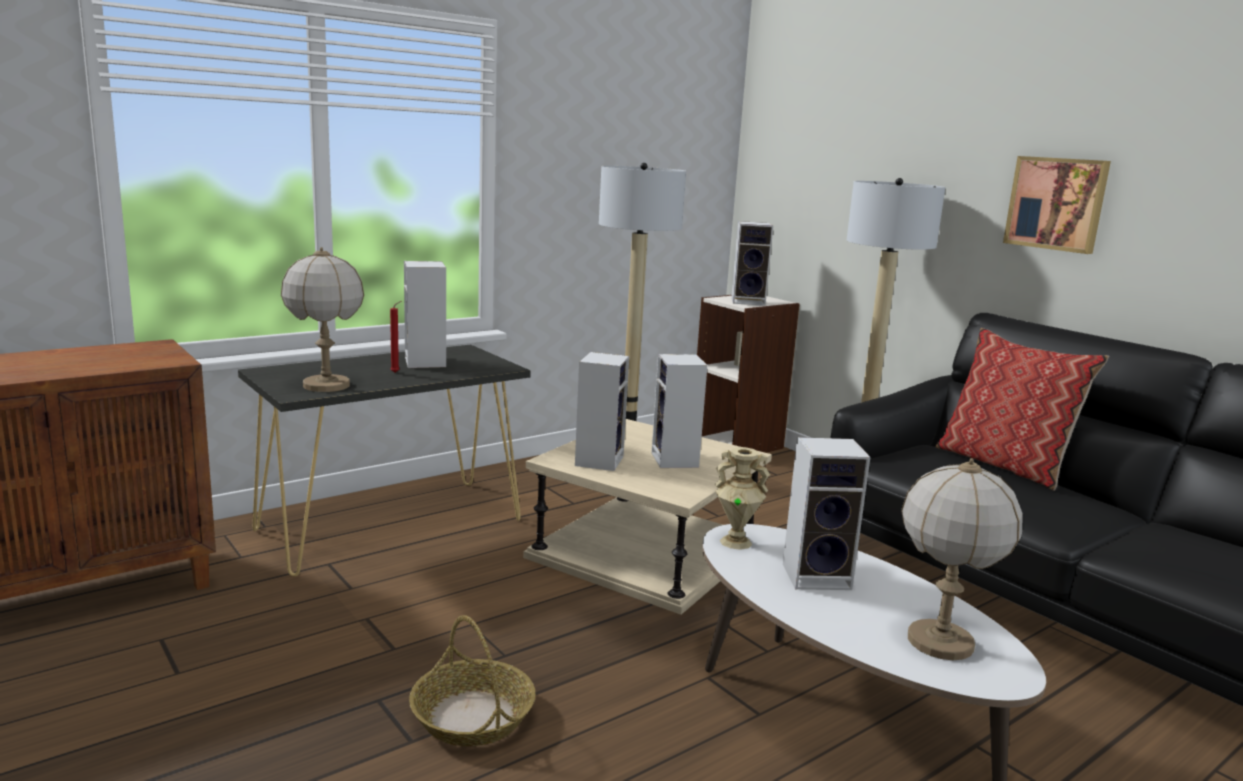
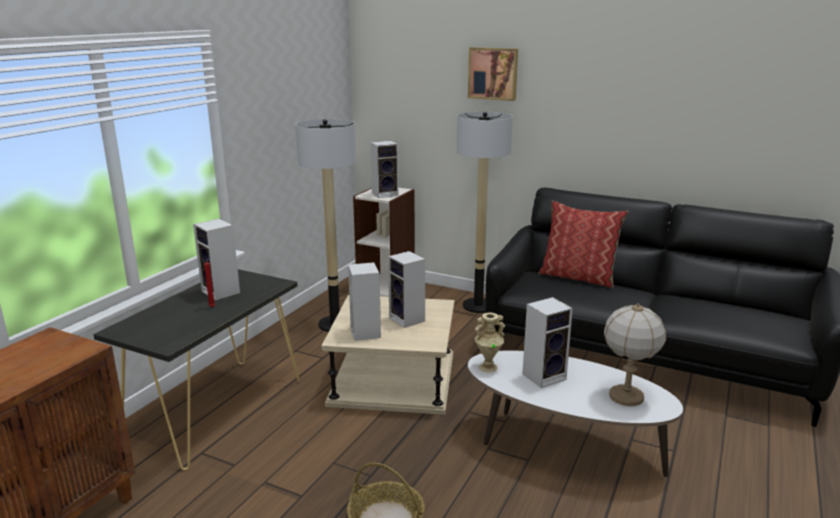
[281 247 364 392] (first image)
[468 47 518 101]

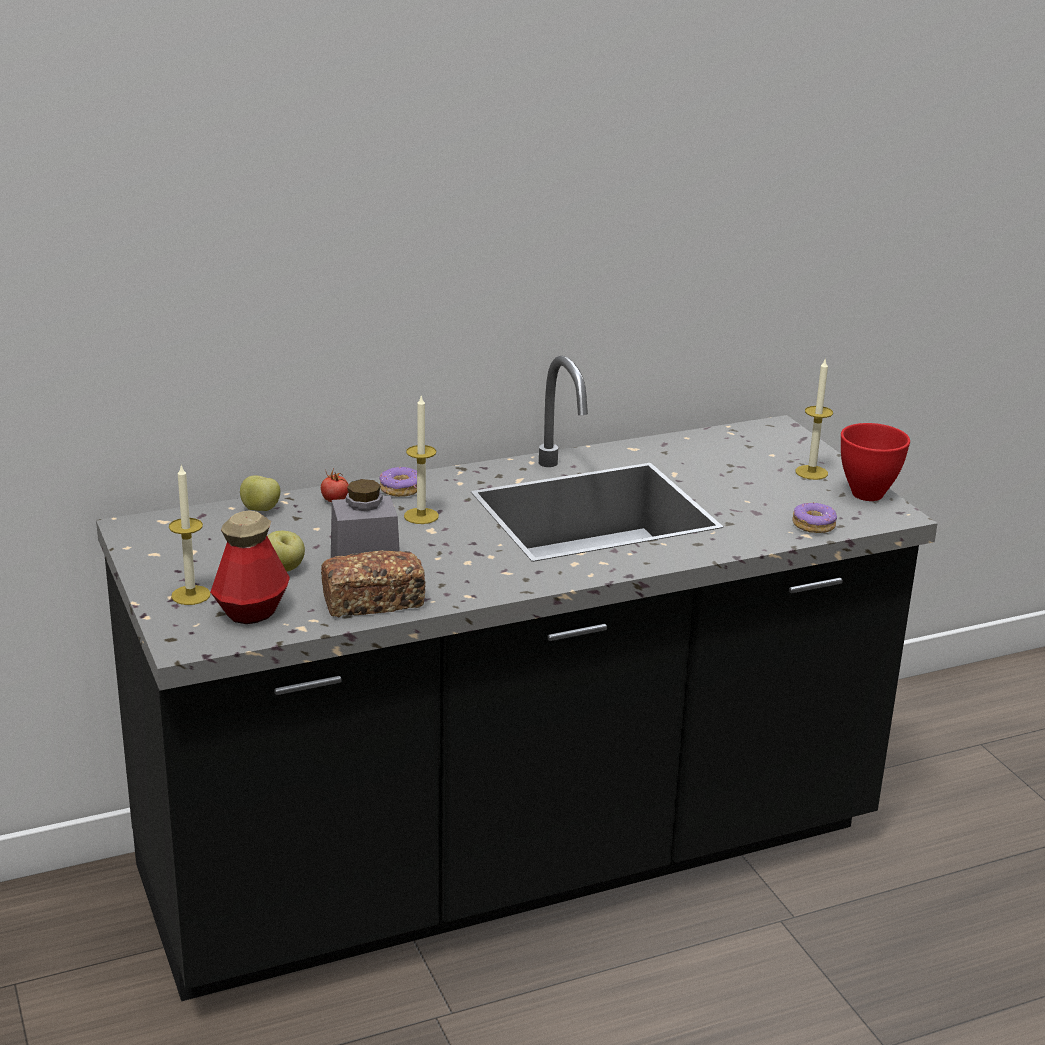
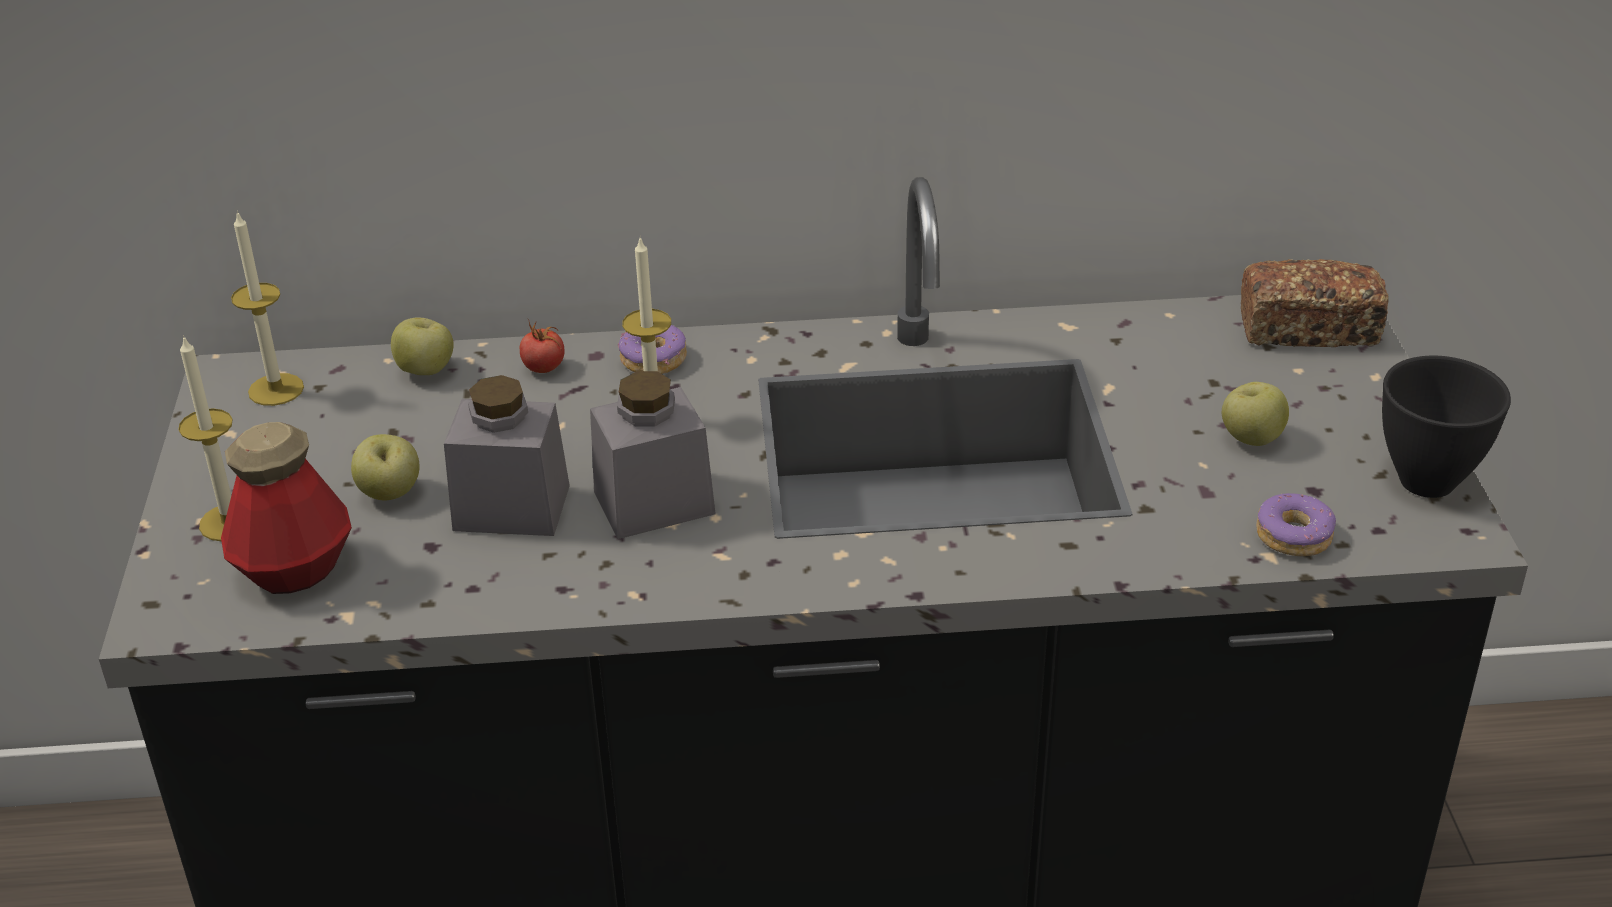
[1241 259 1389 347]
[231 211 304 406]
[1382 356 1511 498]
[590 371 716 539]
[1222 382 1289 446]

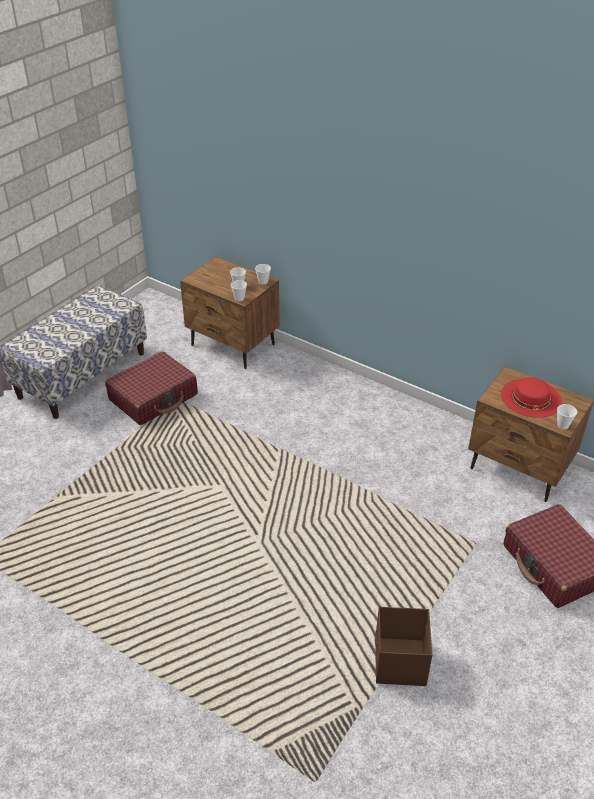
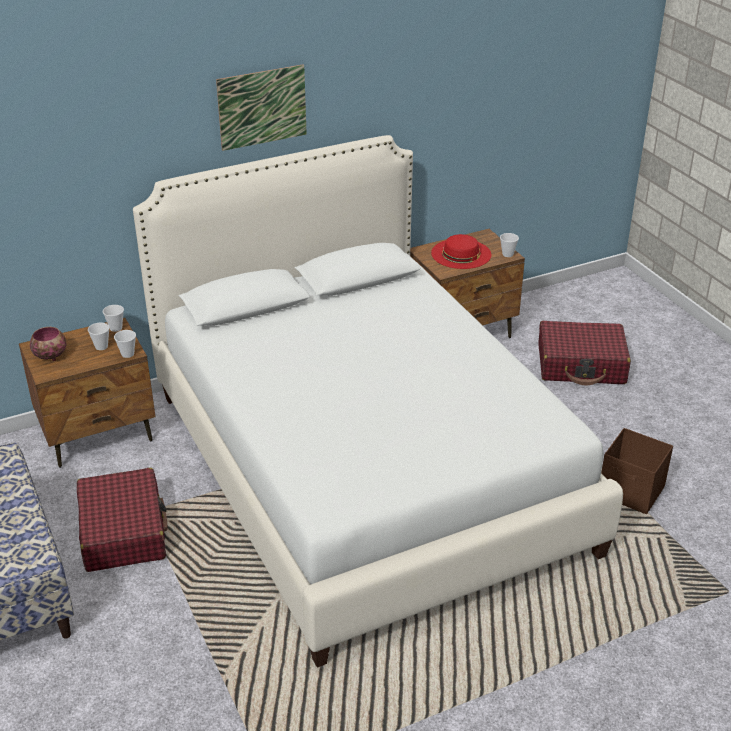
[30 327 67 361]
[133 135 623 667]
[216 64 307 151]

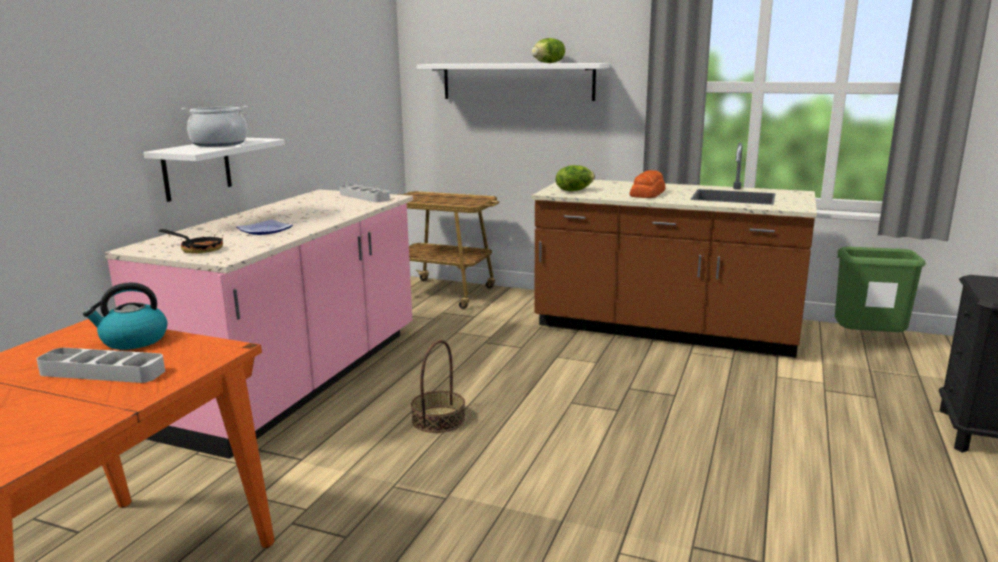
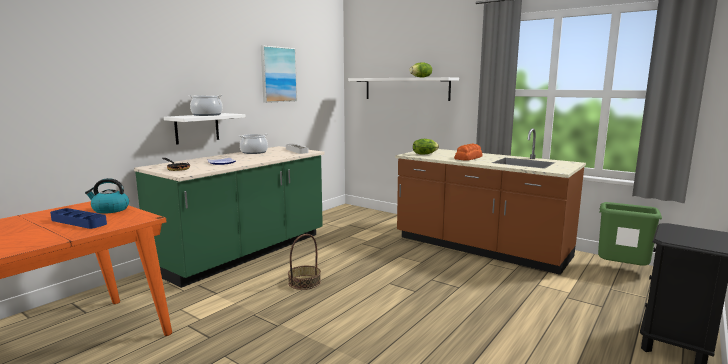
[50 208 107 229]
[134 146 325 288]
[396 191 499 309] (first image)
[239 134 268 154]
[261 45 297 103]

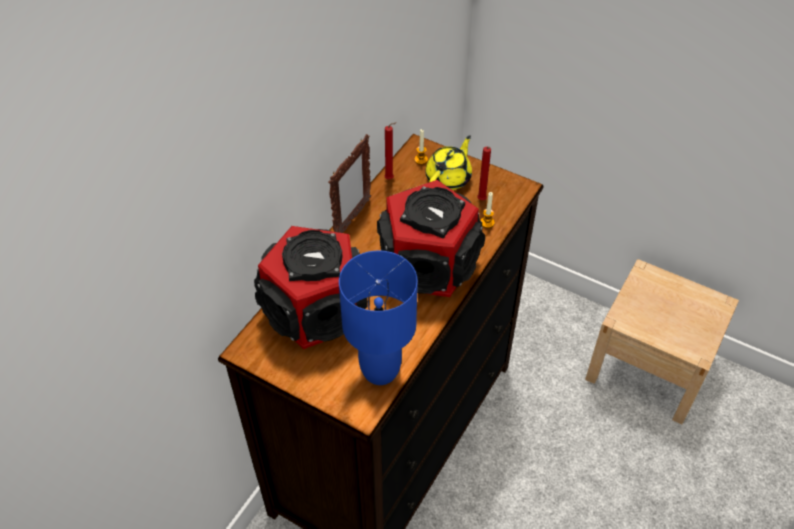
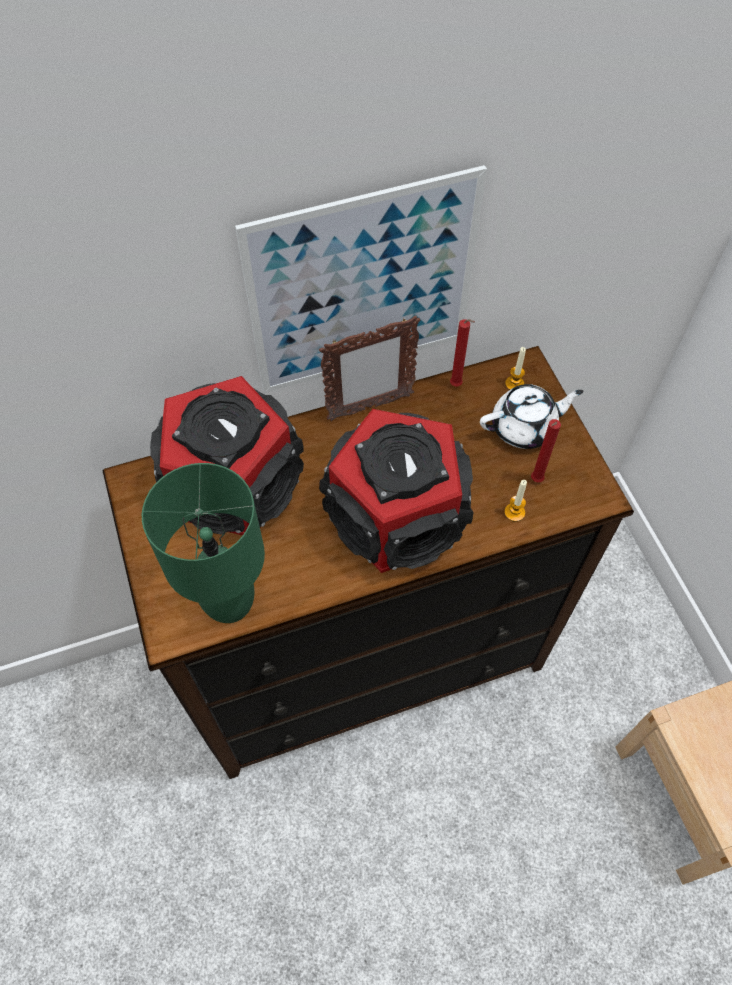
[142 463 265 623]
[480 384 584 449]
[235 165 487 393]

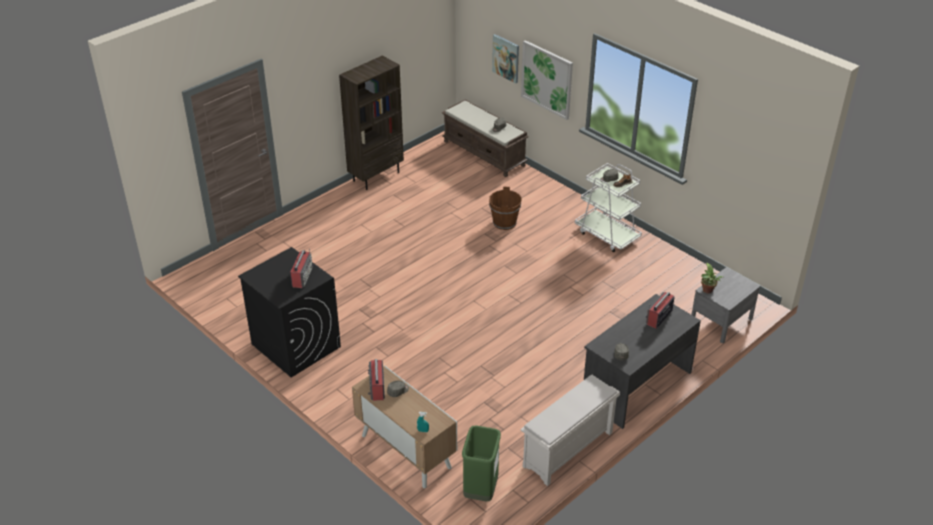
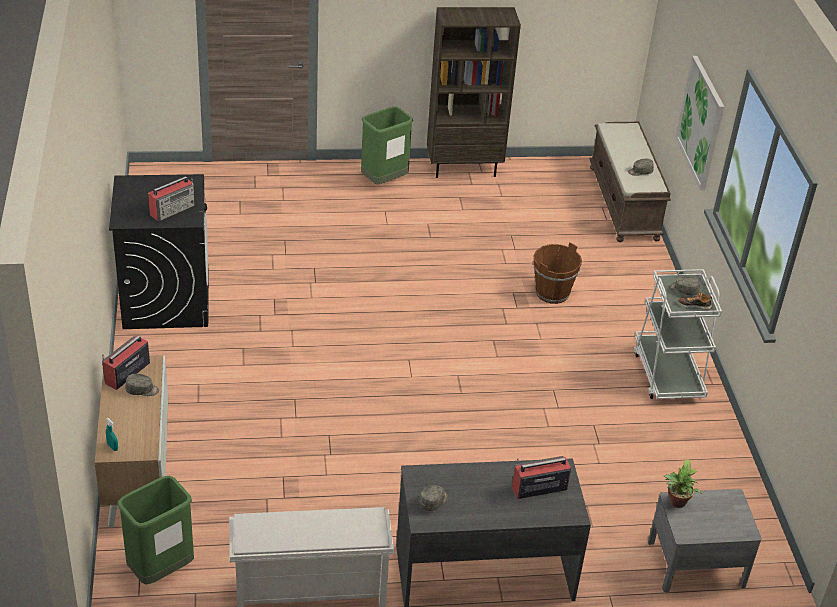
[492 34 519 83] (first image)
[361 107 413 184]

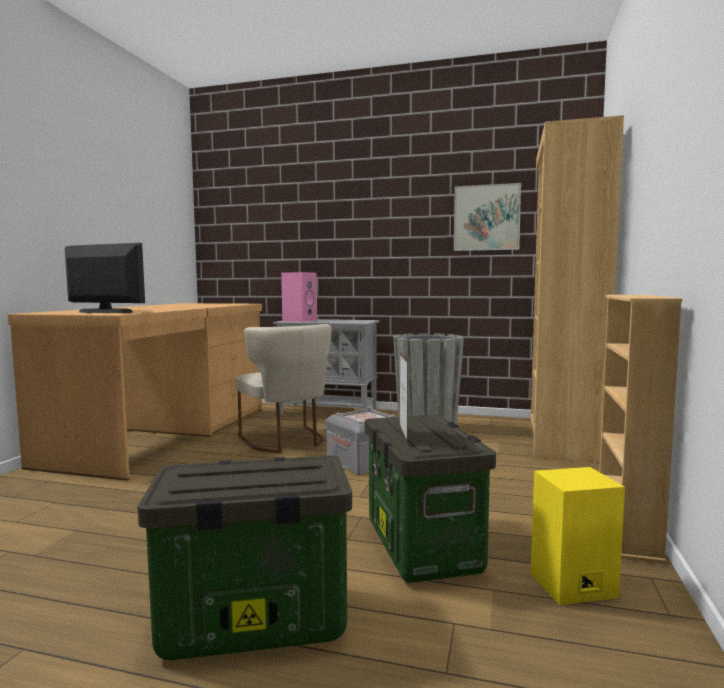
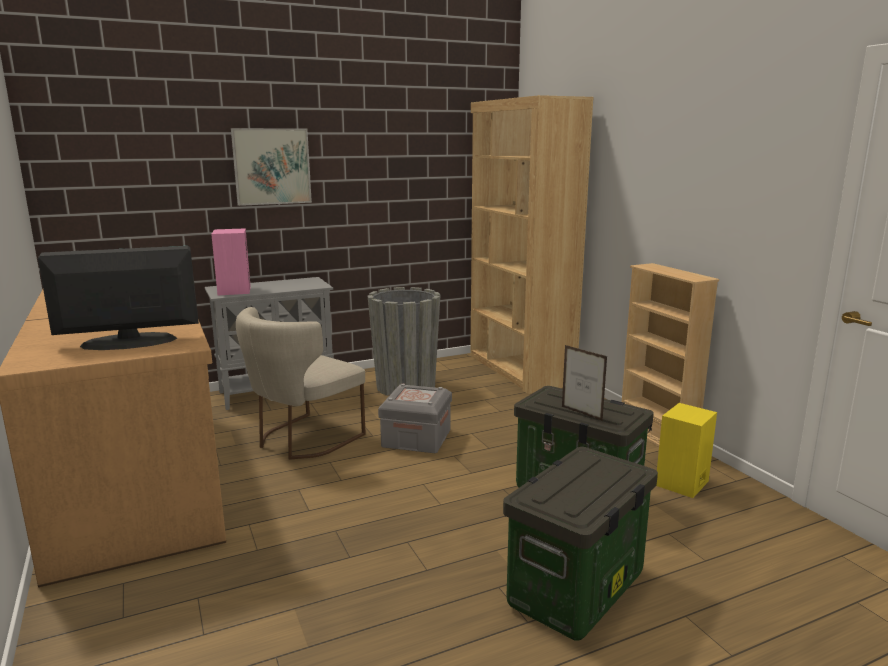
[236 307 366 460]
[231 128 312 206]

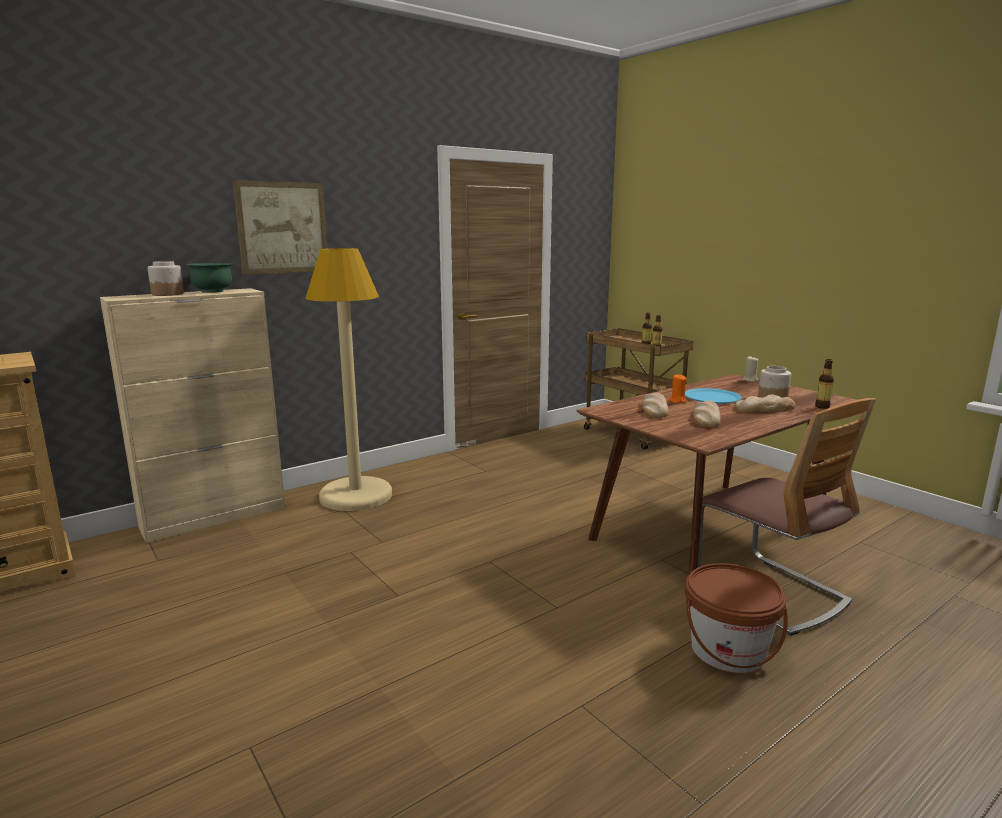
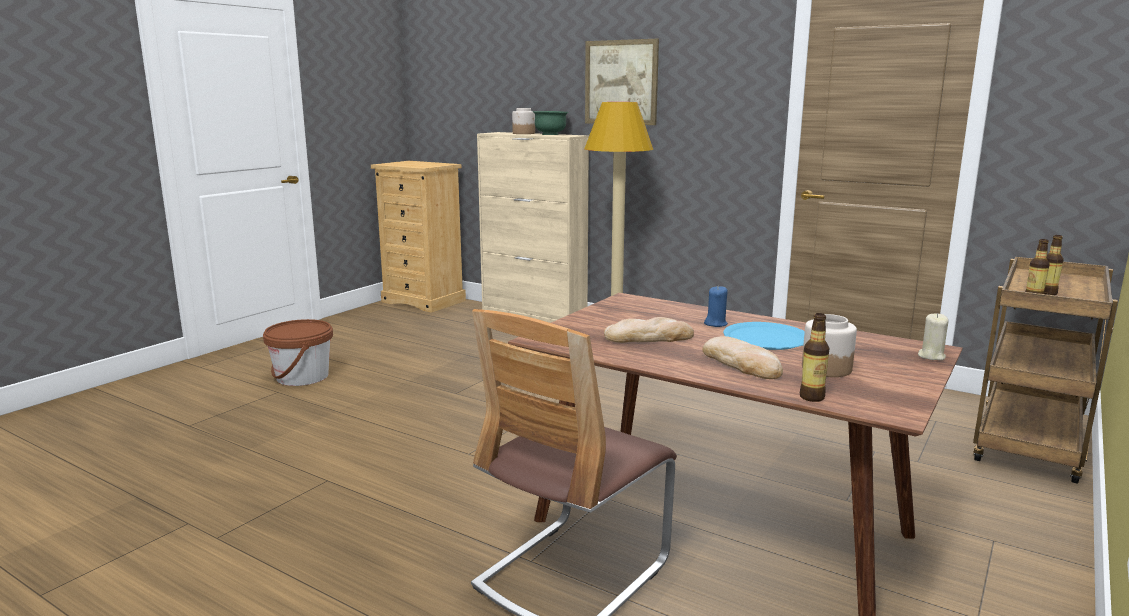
[642 393 669 418] (first image)
[704 286 728 327]
[263 319 333 386]

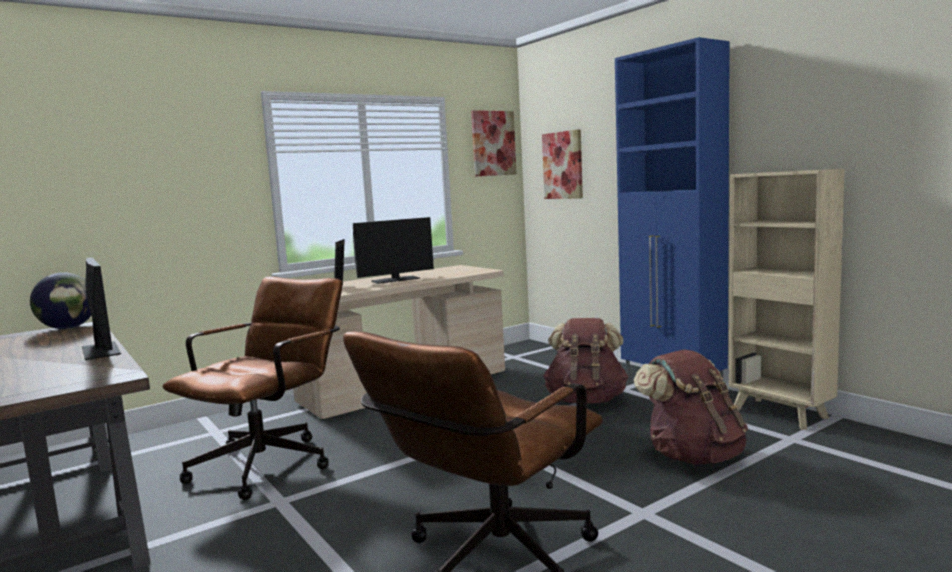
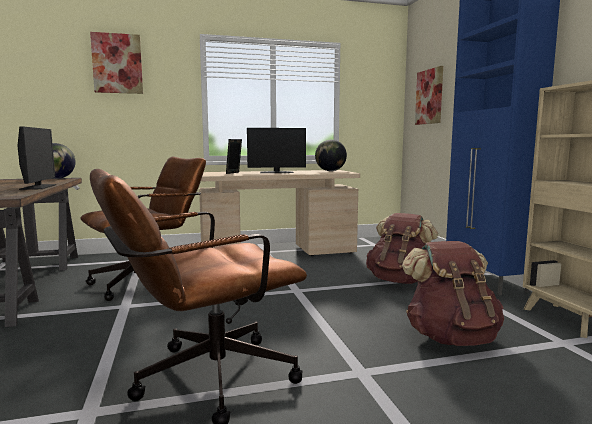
[90 32 143 94]
[315 140 347 171]

